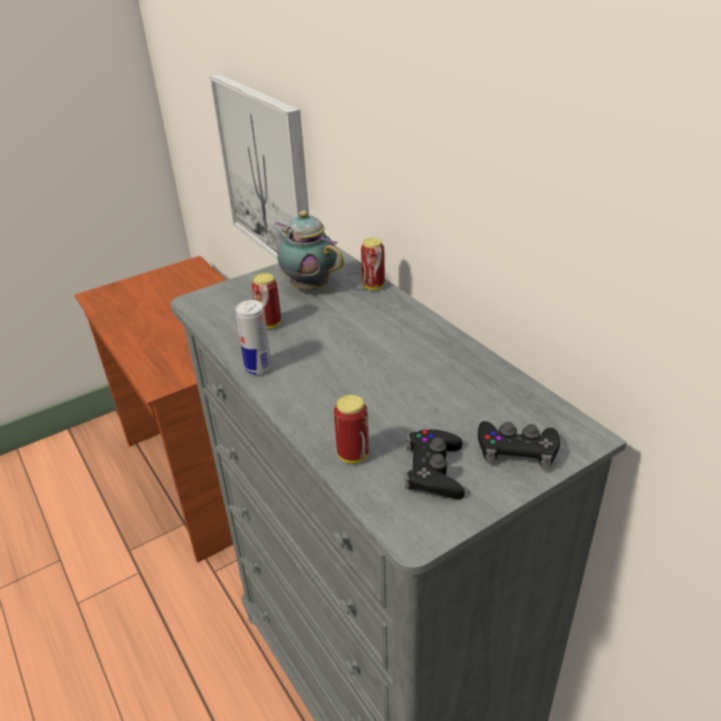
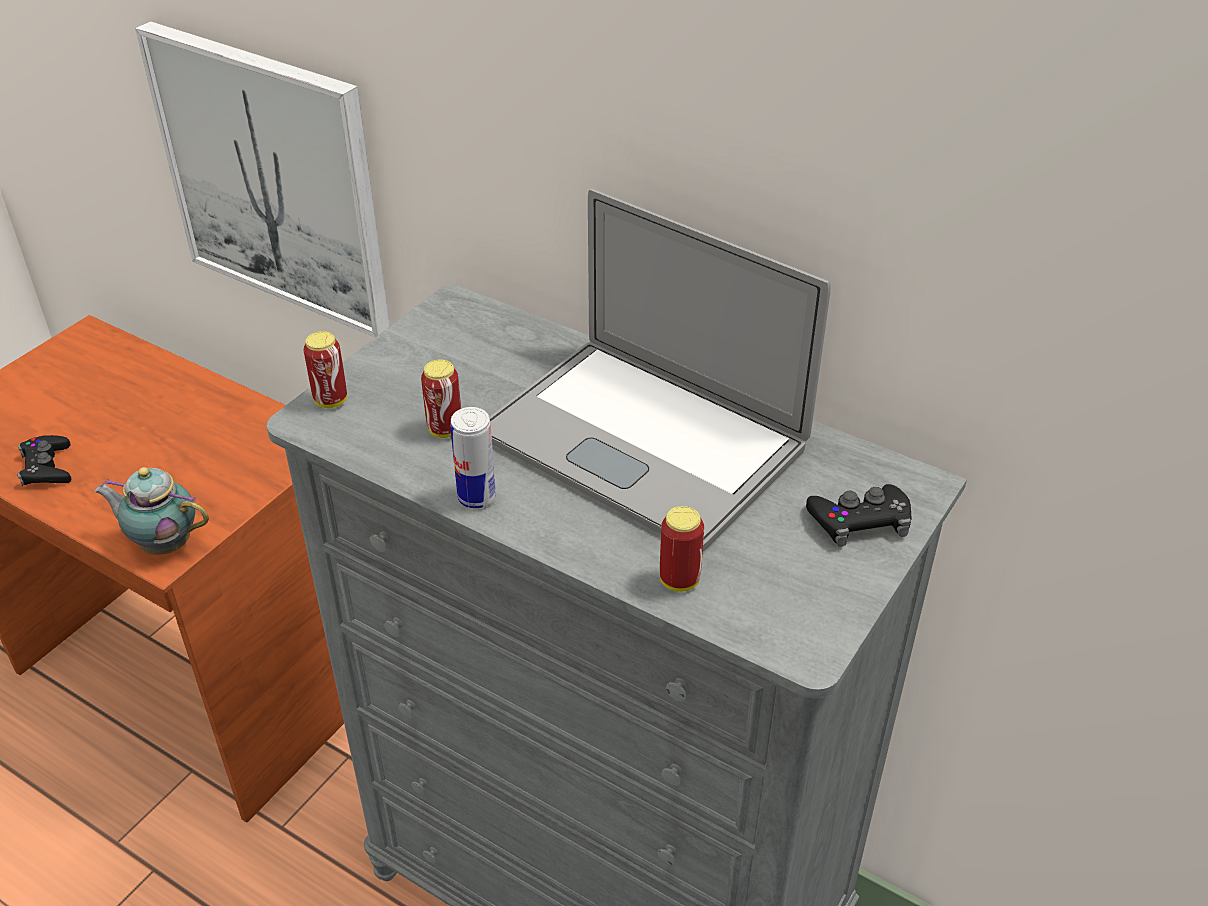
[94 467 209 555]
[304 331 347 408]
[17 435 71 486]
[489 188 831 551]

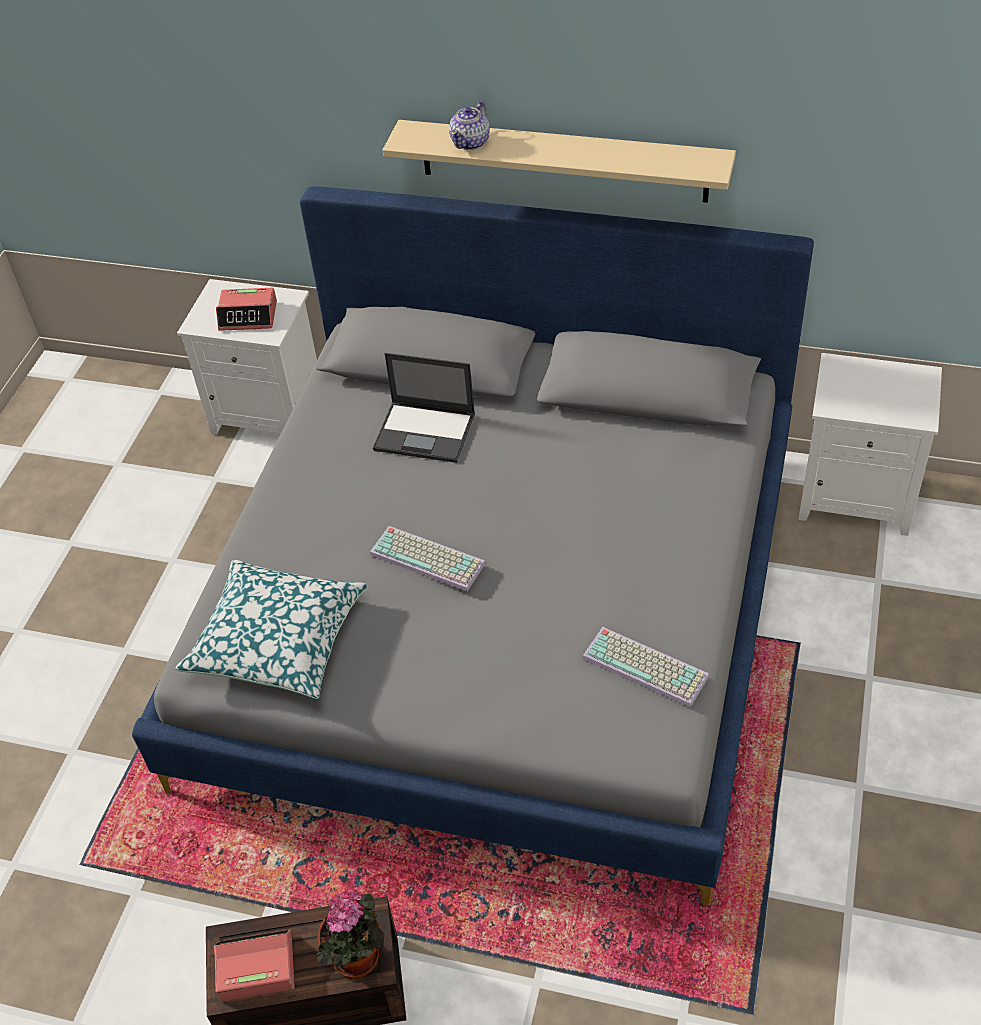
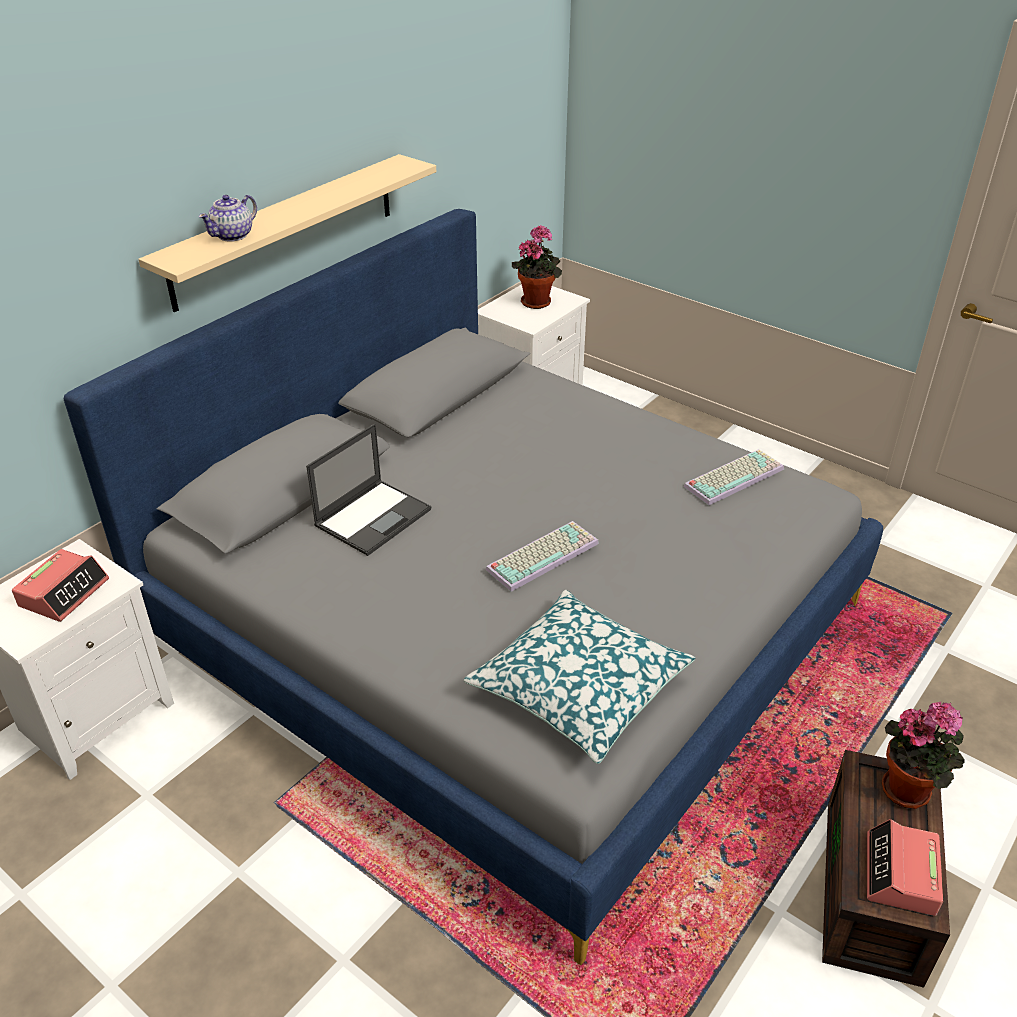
[198 195 257 242]
[512 225 562 309]

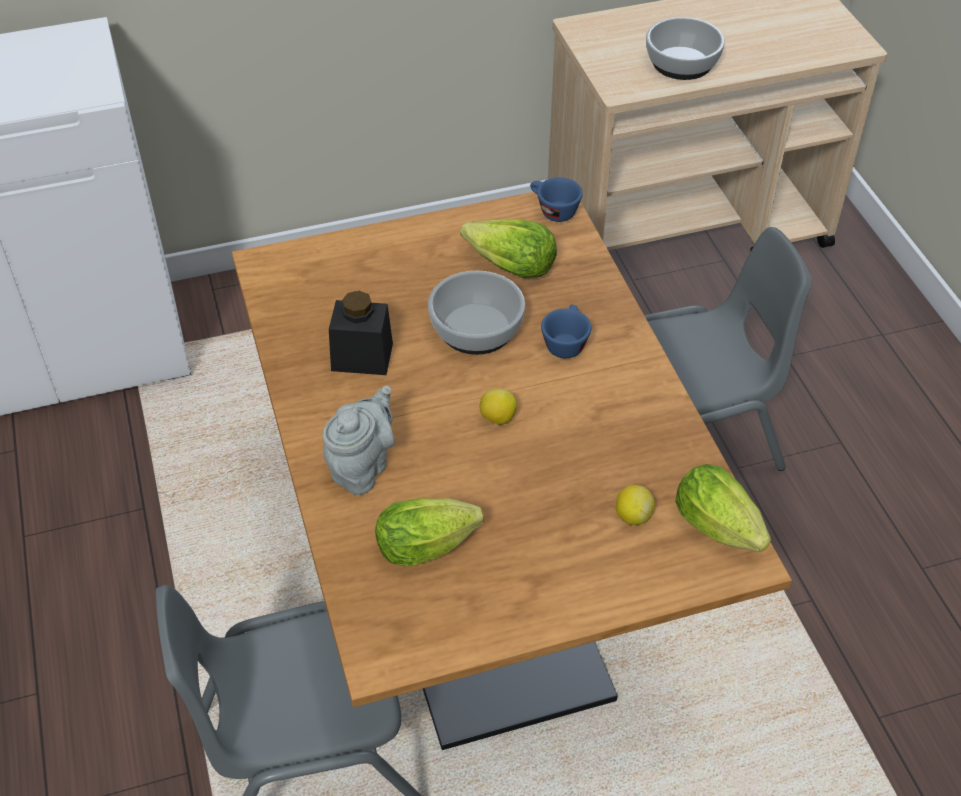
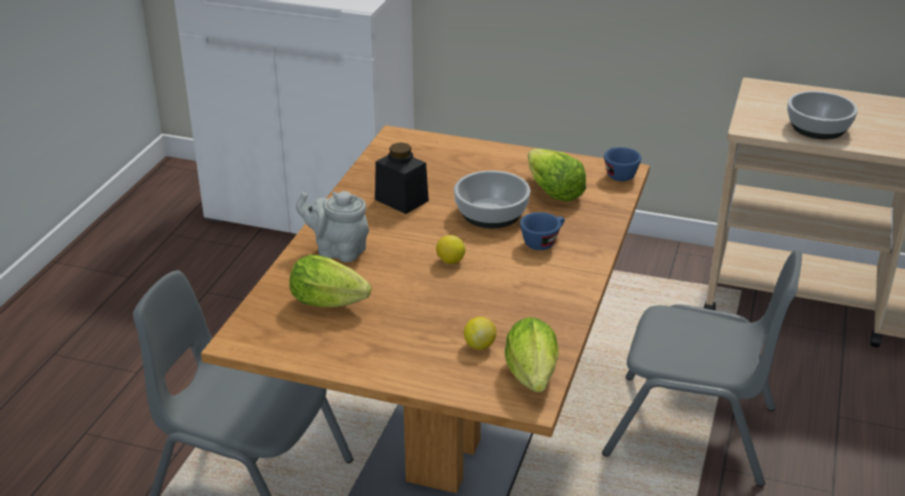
[296 191 369 262]

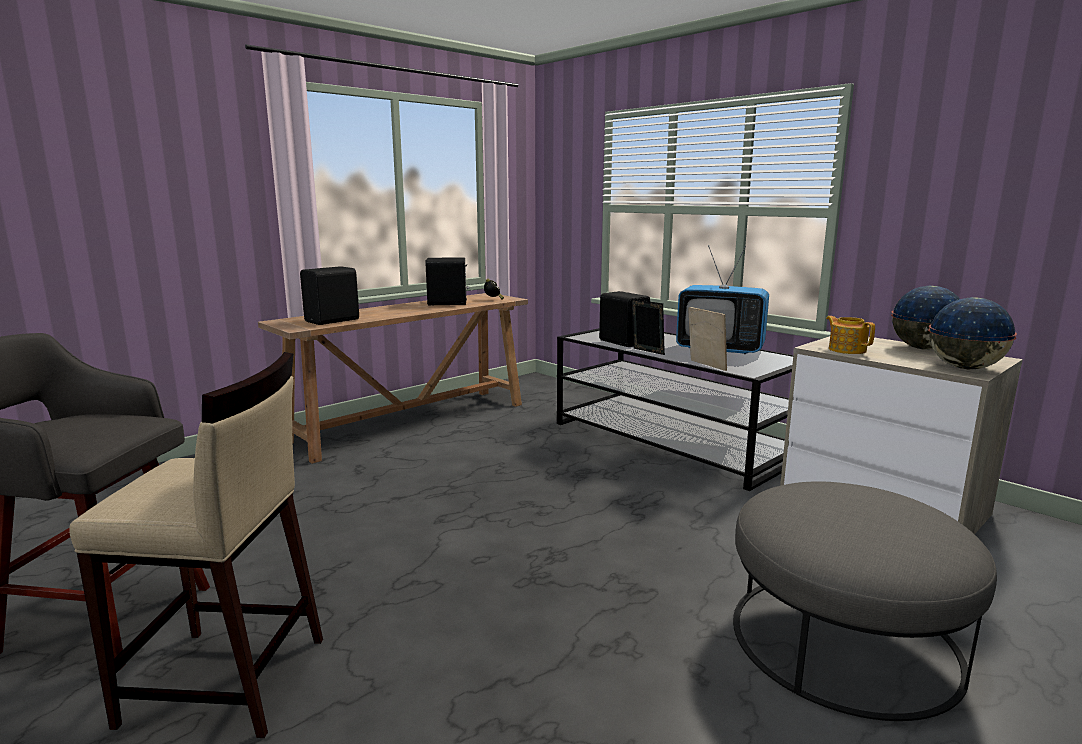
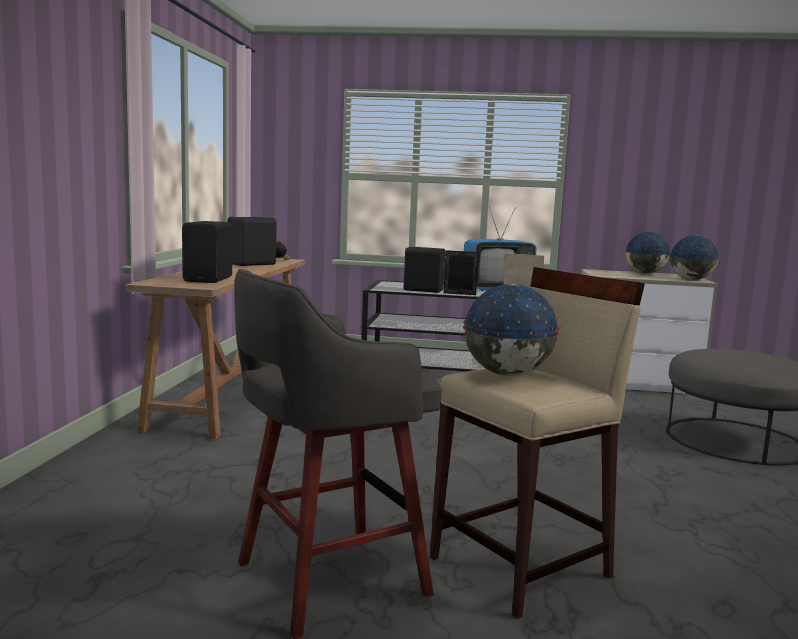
[826 316 875 354] (first image)
[463 284 560 376]

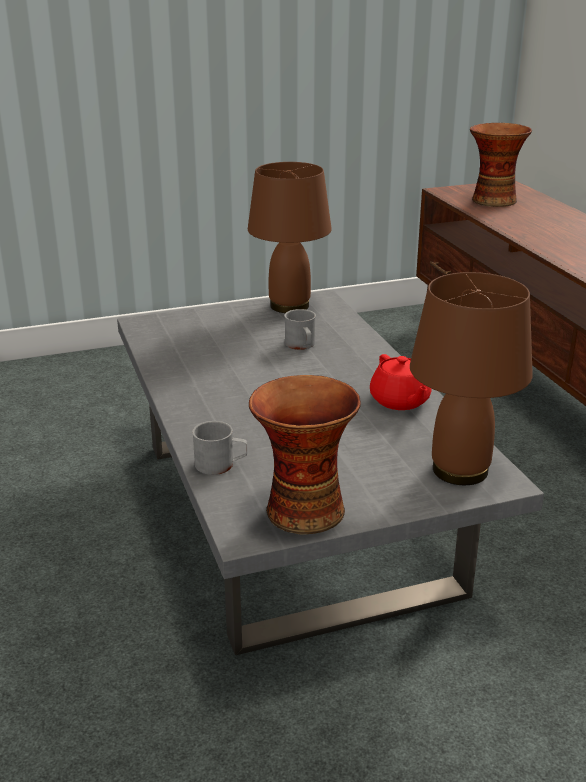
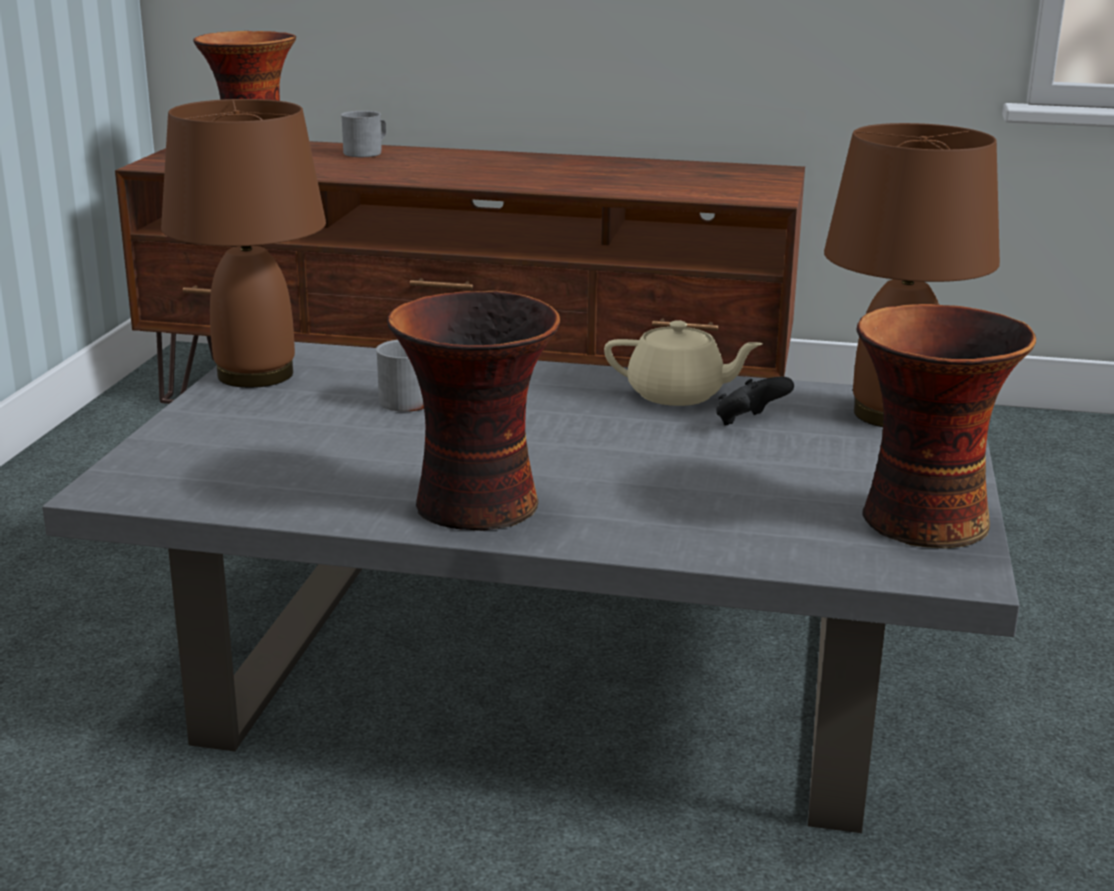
[341 111 386 157]
[604 320 763 406]
[387 291 560 531]
[716 377 794 425]

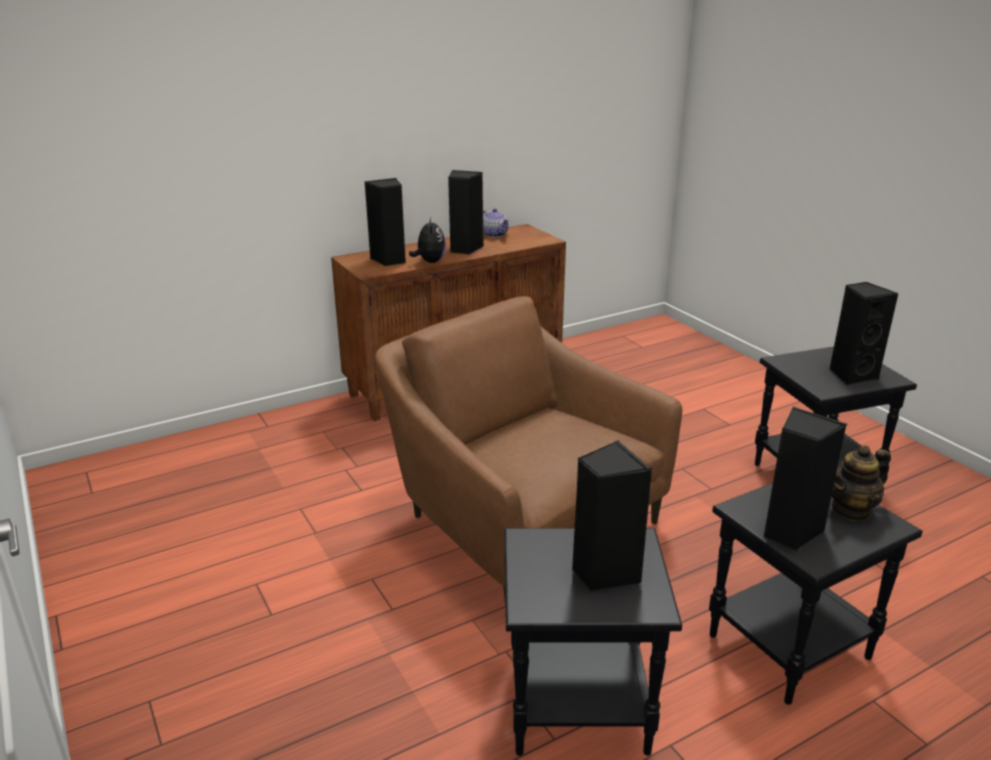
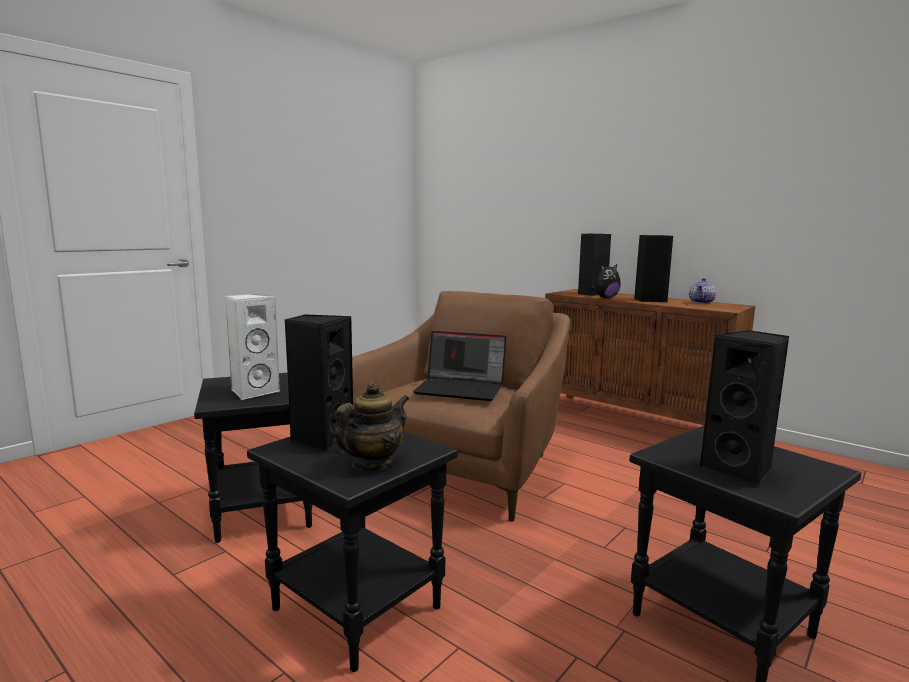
[225 293 281 400]
[332 382 409 471]
[413 331 506 401]

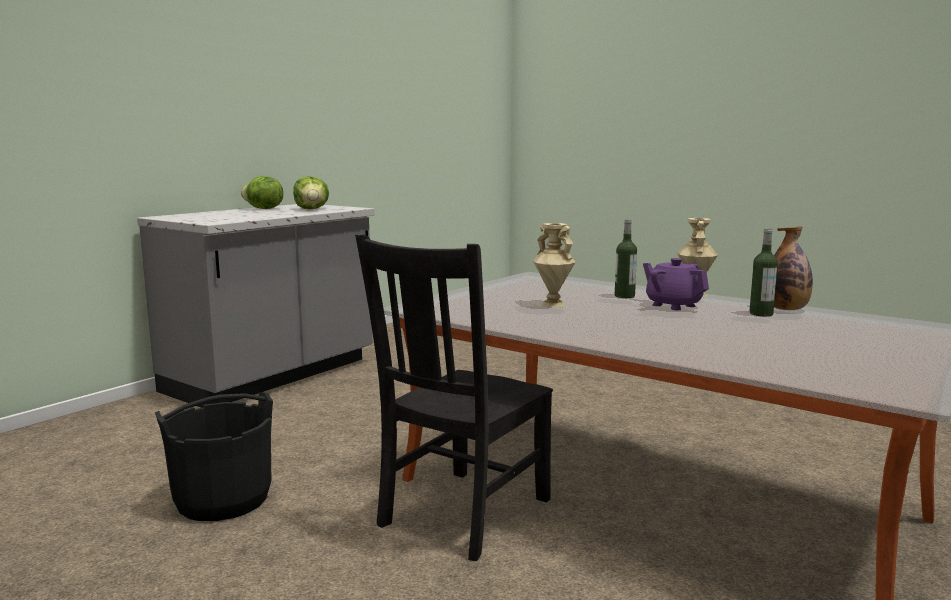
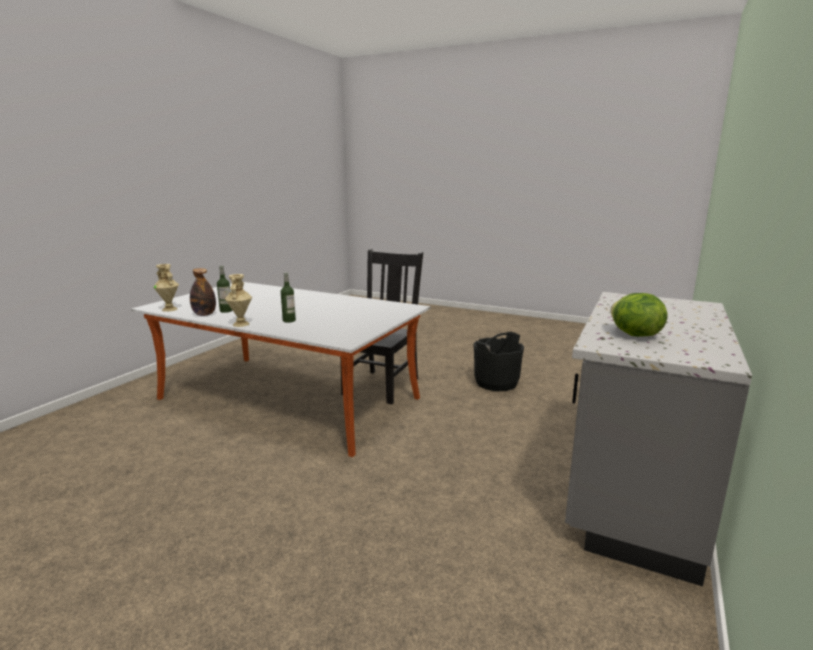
[241 176 283 209] (first image)
[153 264 179 312]
[643 258 709 310] (first image)

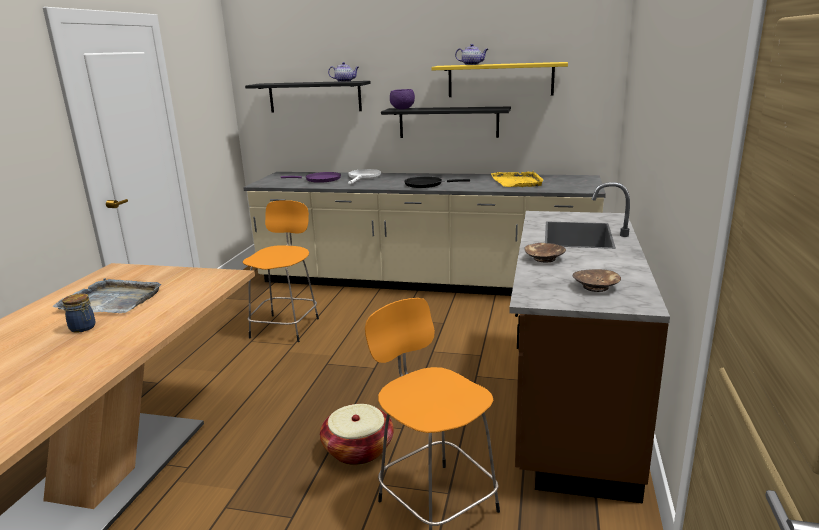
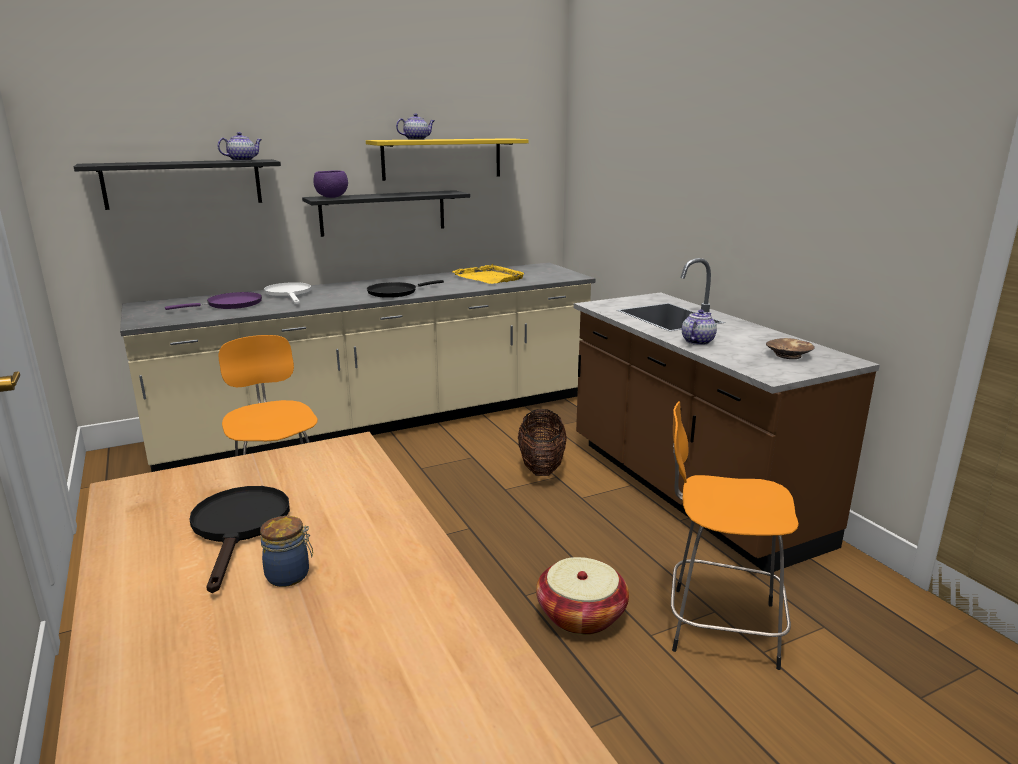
[190 486 290 593]
[682 310 717 345]
[518 409 567 476]

